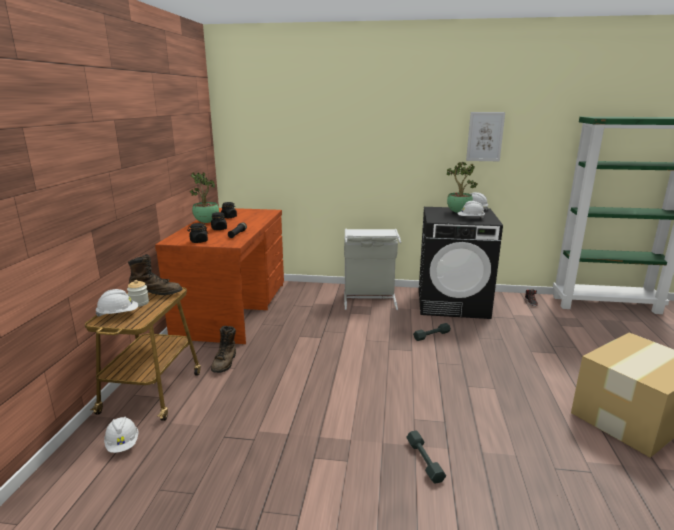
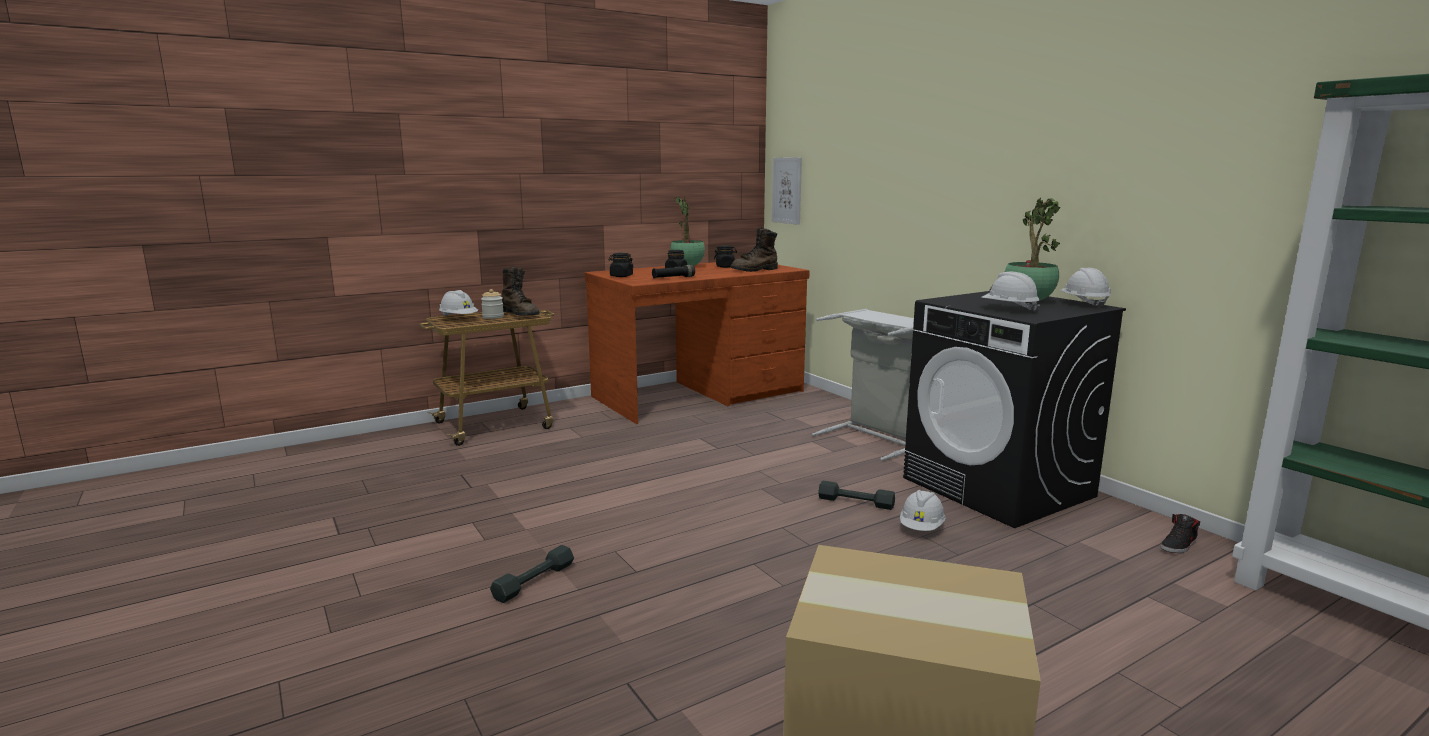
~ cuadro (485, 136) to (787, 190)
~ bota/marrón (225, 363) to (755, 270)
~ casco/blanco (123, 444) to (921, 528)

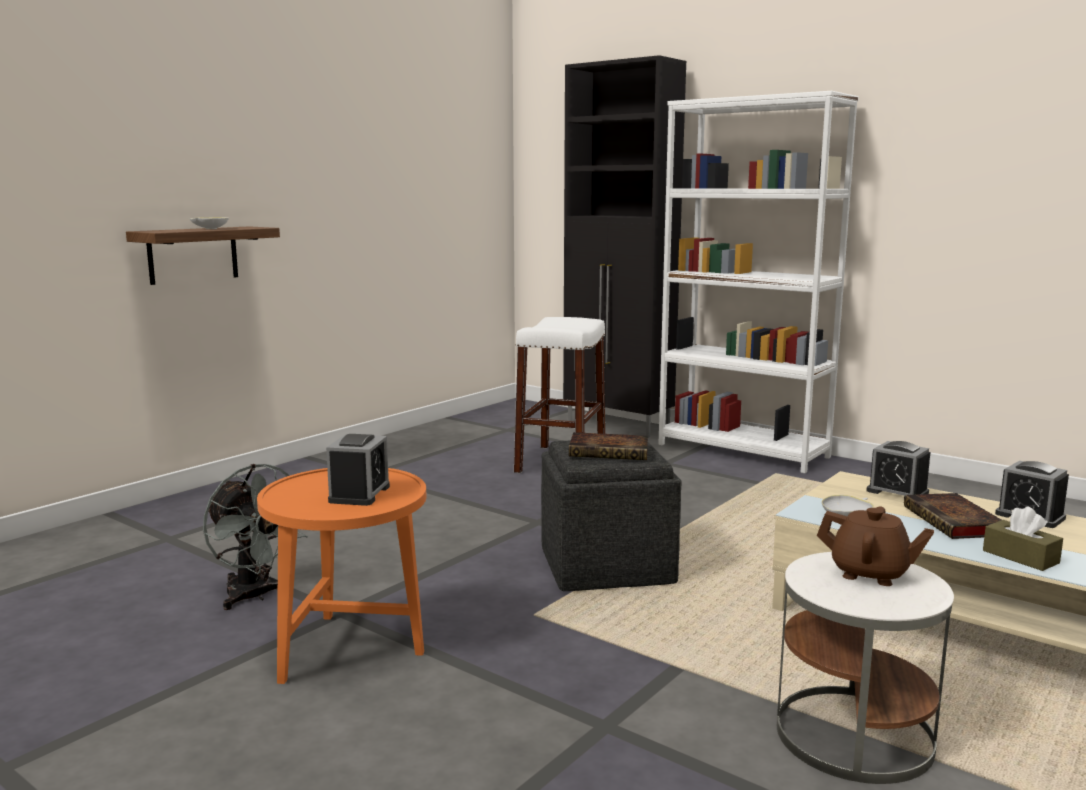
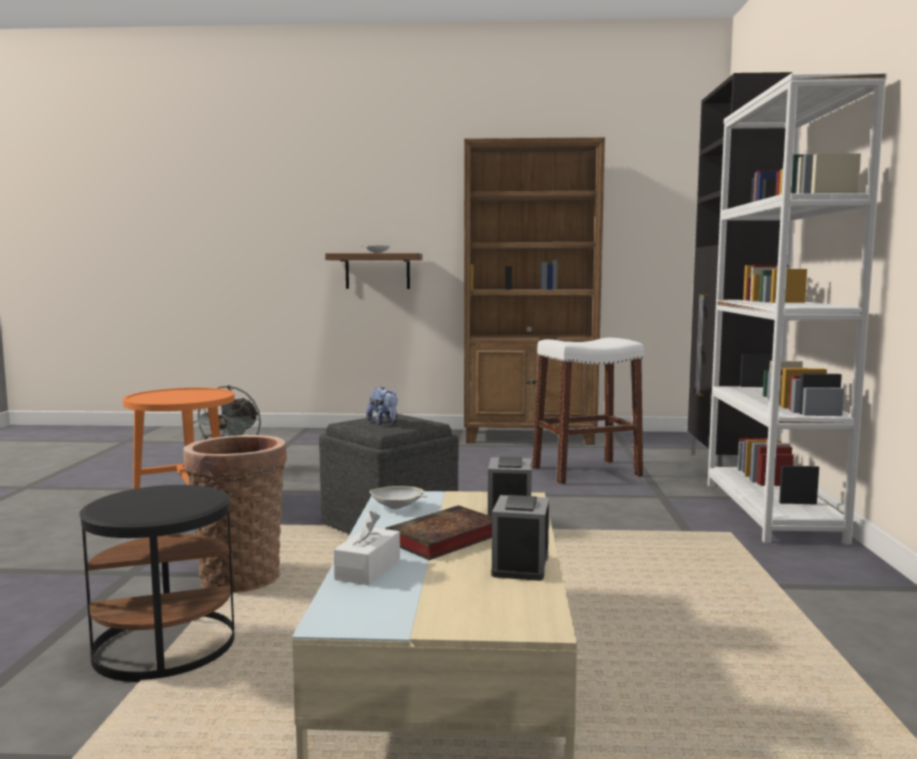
~ libro (611, 452) to peluche (384, 423)
- despertador (359, 494)
- tetera/marrón (870, 574)
~ caja de pañuelos/marrón (1020, 557) to caja de pañuelos/blanco (368, 569)
~ mesa auxiliar/blanco (853, 736) to mesa auxiliar/negro (164, 646)
+ estantería/marrón (530, 437)
+ cesta (240, 576)

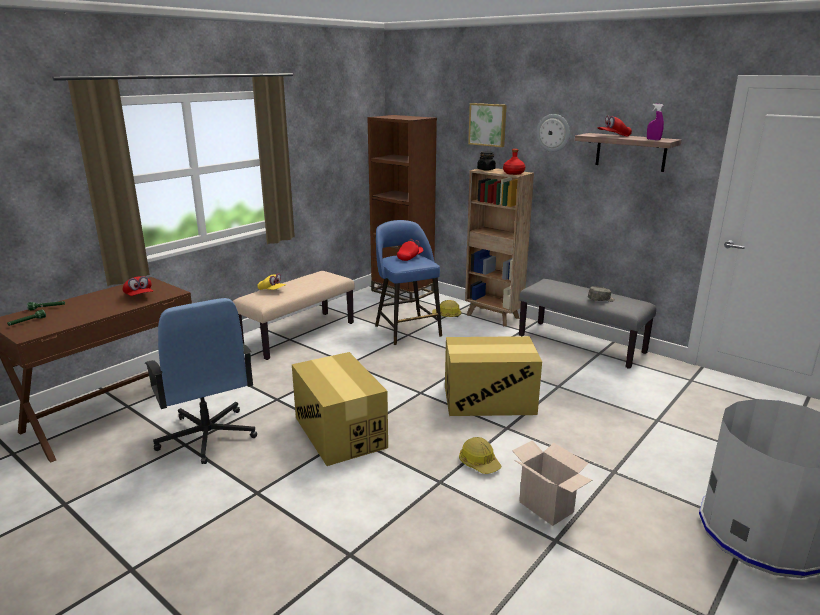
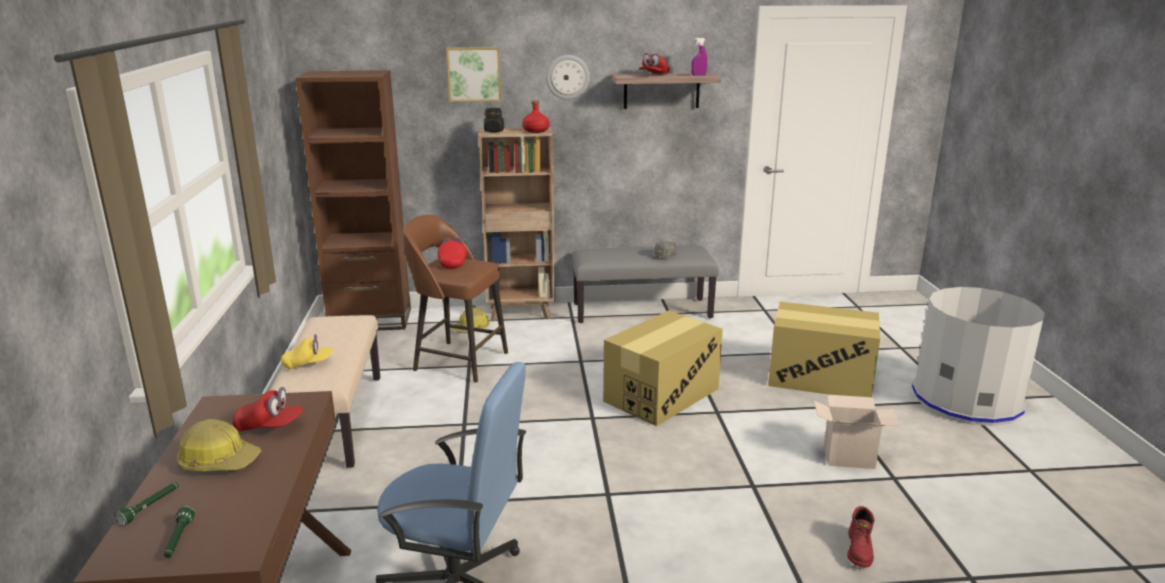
~ taburete/azul (407, 330) to taburete/marrón (458, 361)
~ caja de cartón (340, 432) to (819, 378)
~ casco (479, 463) to (219, 461)
+ bota/rojo (860, 550)

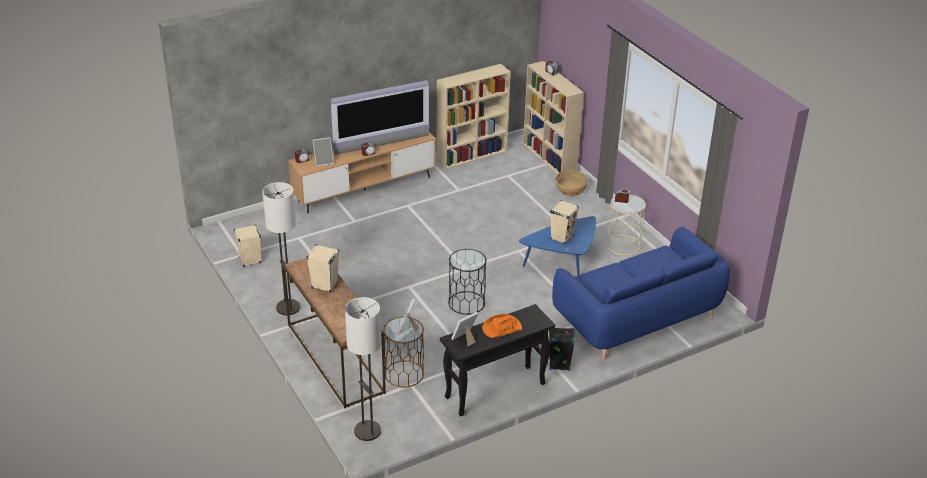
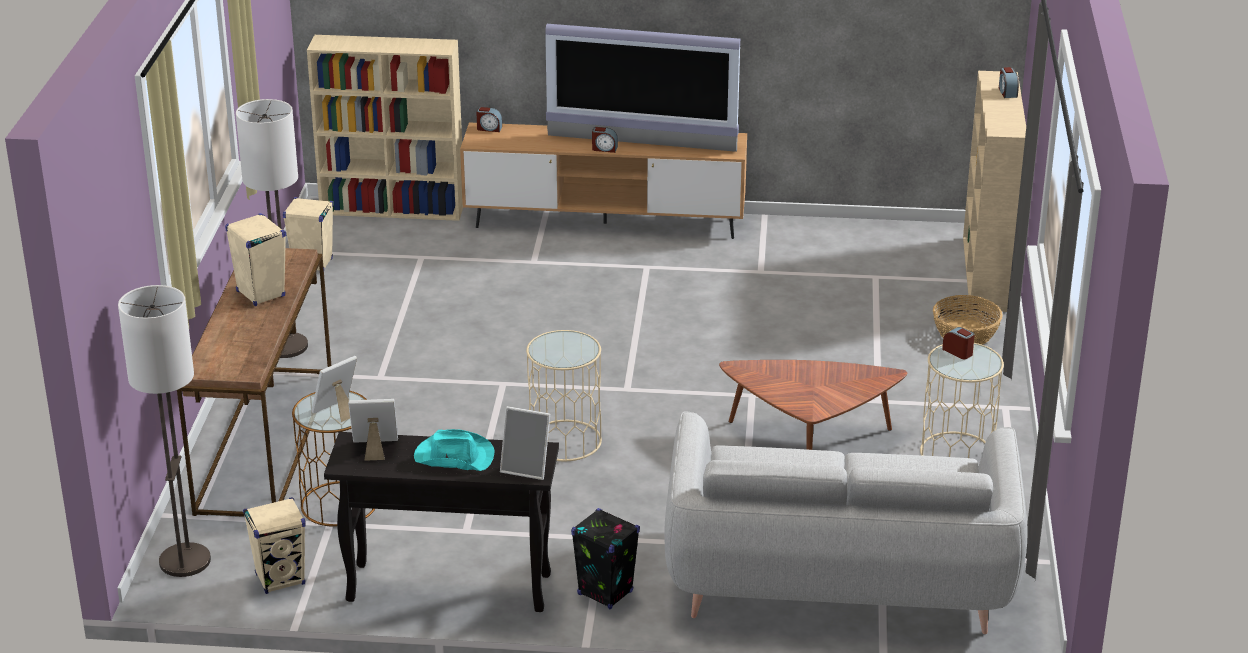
~ estantería/beis (472, 155) to (394, 209)
~ portarretratos (323, 162) to (527, 468)
~ altavoz/beis (561, 237) to (280, 579)
~ mesa de centro/azul (563, 262) to mesa de centro/marrón (809, 440)
~ sofá/azul (637, 317) to sofá/gris (839, 576)
~ mesa auxiliar/negro (466, 303) to mesa auxiliar/beis (564, 441)
~ sombrero/naranja (501, 328) to sombrero/turquesa (453, 456)

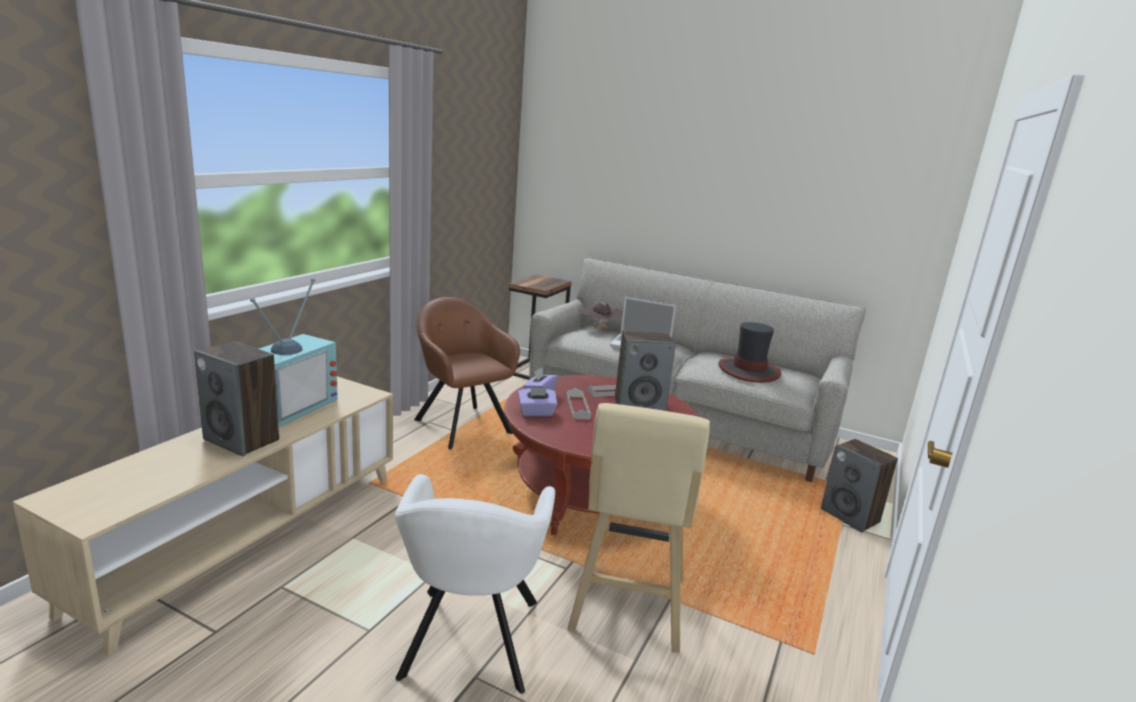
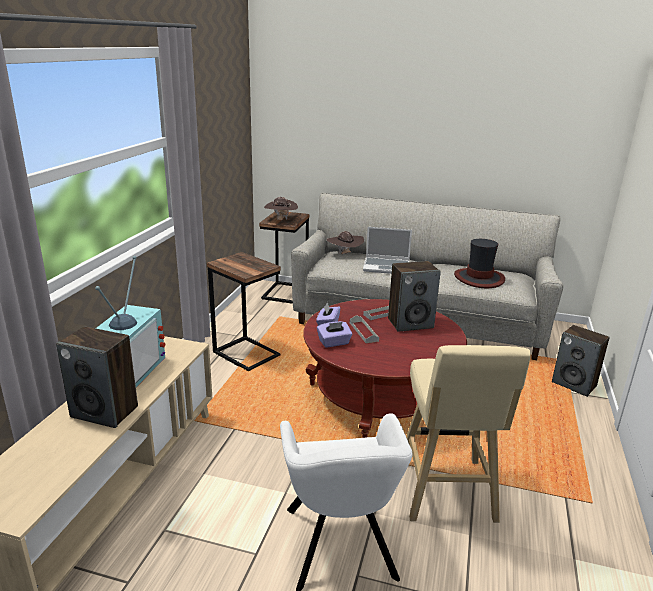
~ sillón/marrón (461, 425) to mesa auxiliar (247, 353)
+ sombrero/marrón (280, 220)

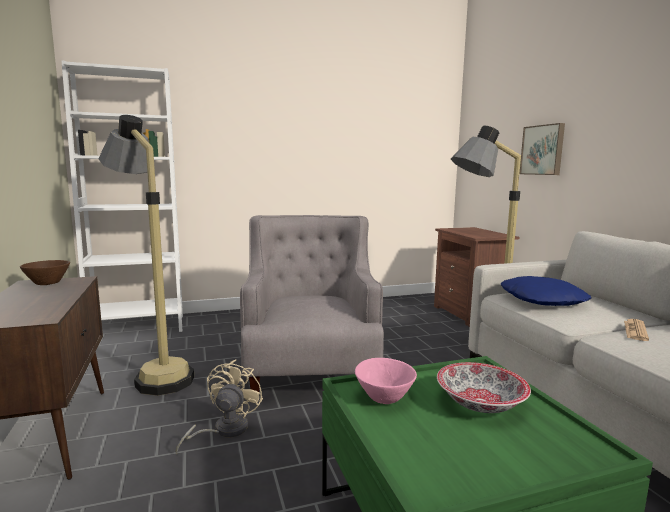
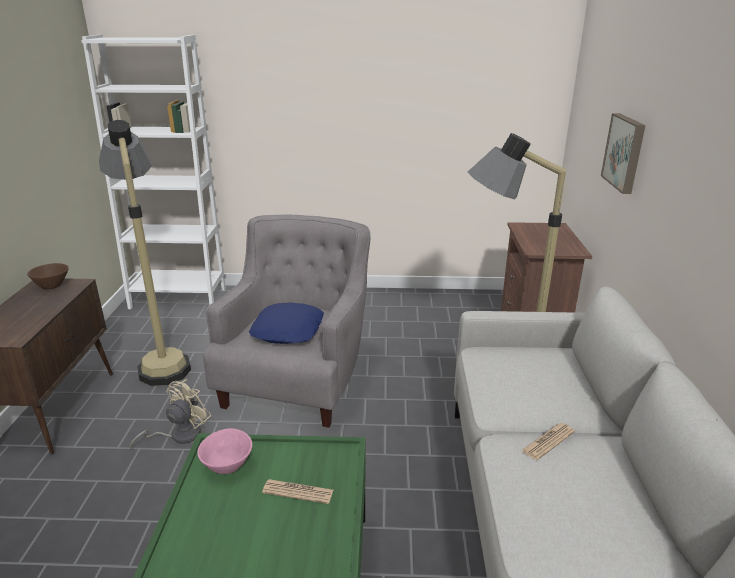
~ cojín/azul (543, 299) to (288, 330)
~ cuenco (480, 403) to periódico (298, 492)

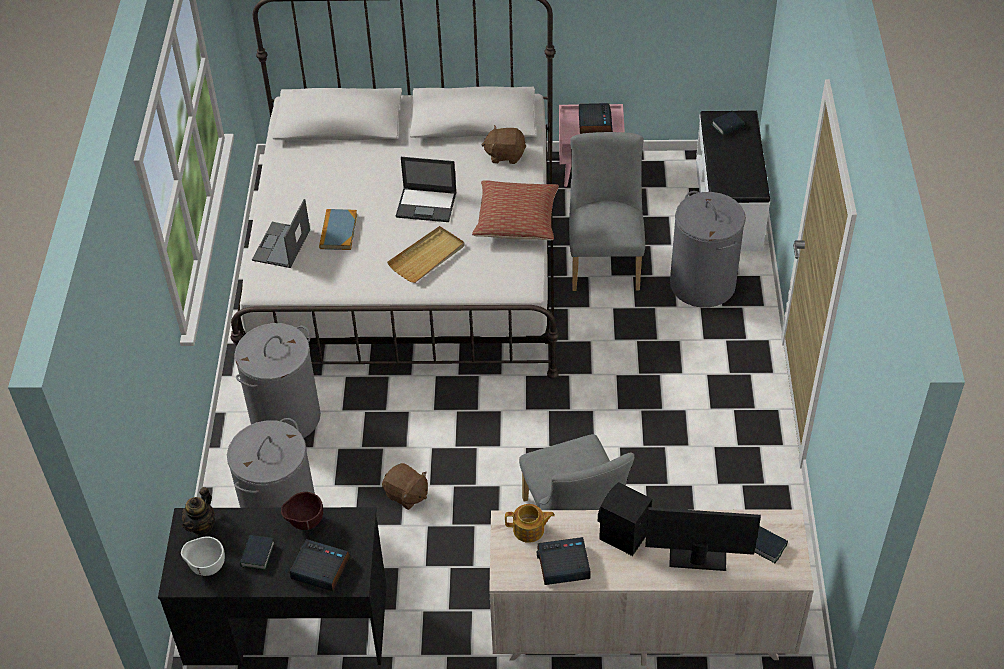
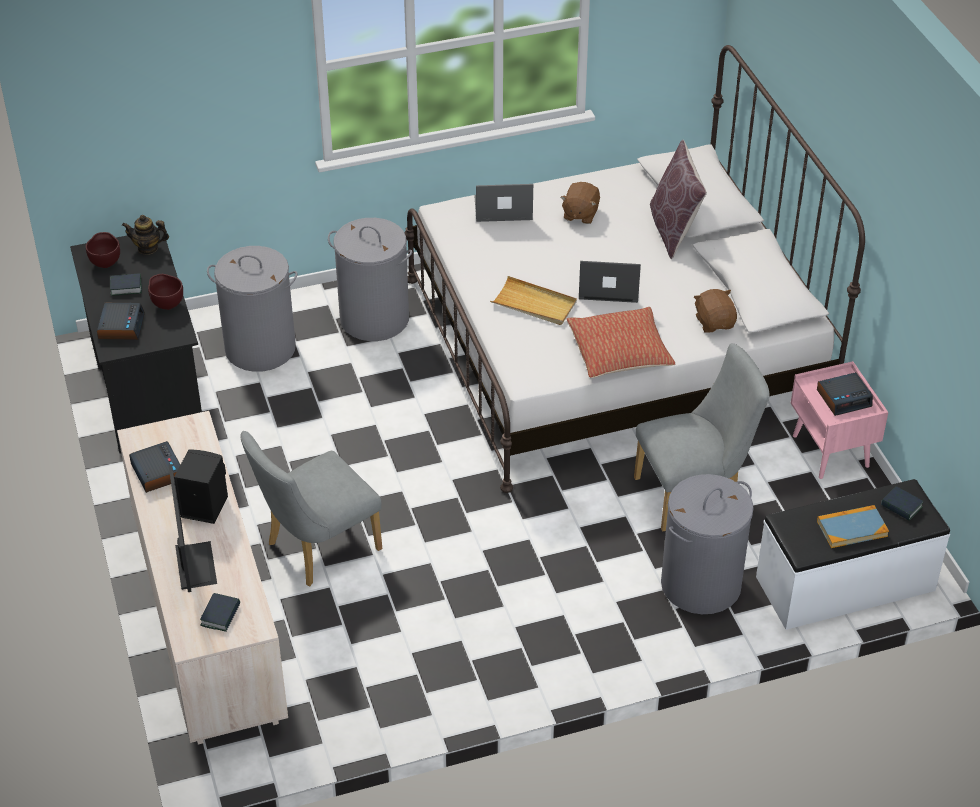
~ portátil (427, 205) = (608, 286) 105 degrees clockwise
~ libro (338, 231) to (852, 528)
~ peluche/marrón (406, 495) to (580, 214)
- tetera (529, 530)
~ cuenco/blanco (206, 567) to cuenco/marrón (106, 263)
+ cojín/marrón (674, 230)

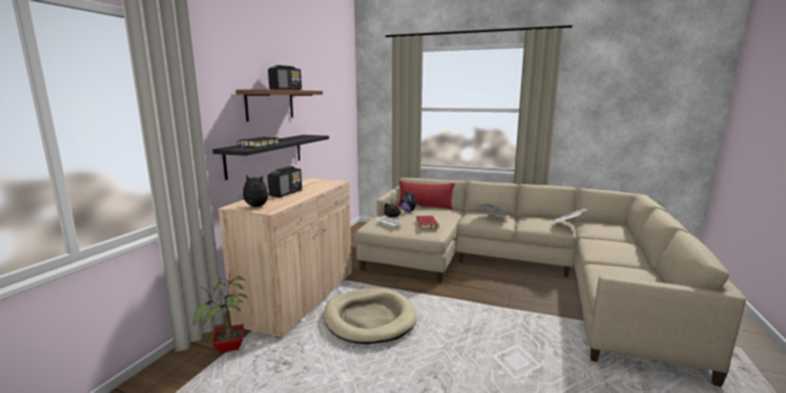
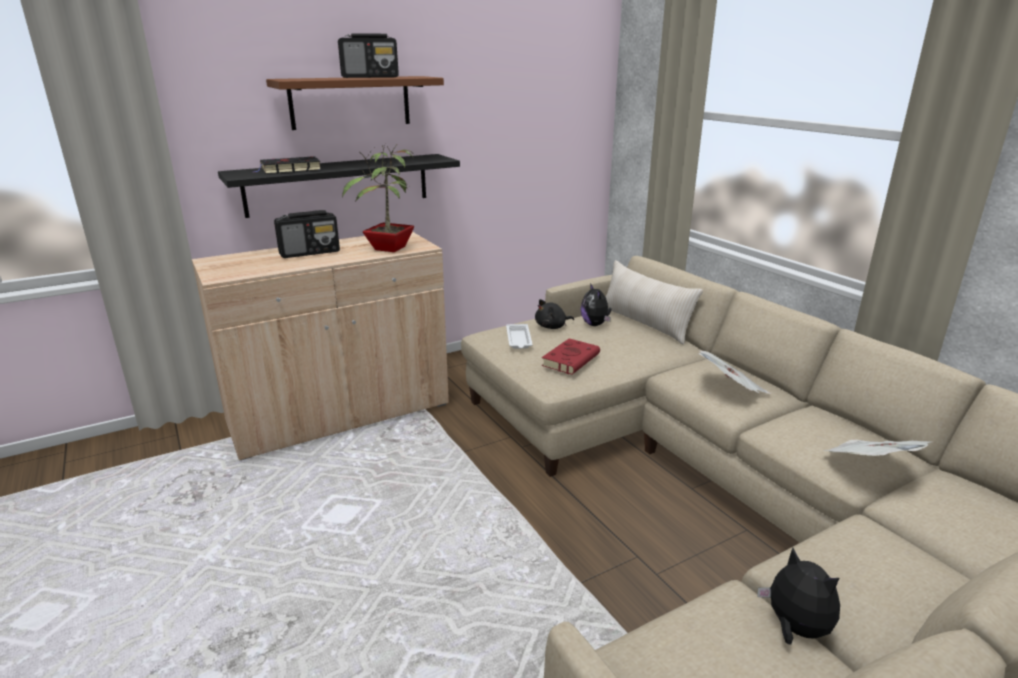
~ peluche (255, 207) to (794, 629)
~ cojín/rojo (425, 207) to cojín/beis (644, 324)
~ planta en maceta (230, 348) to (389, 249)
- cama para perro/beis (369, 319)

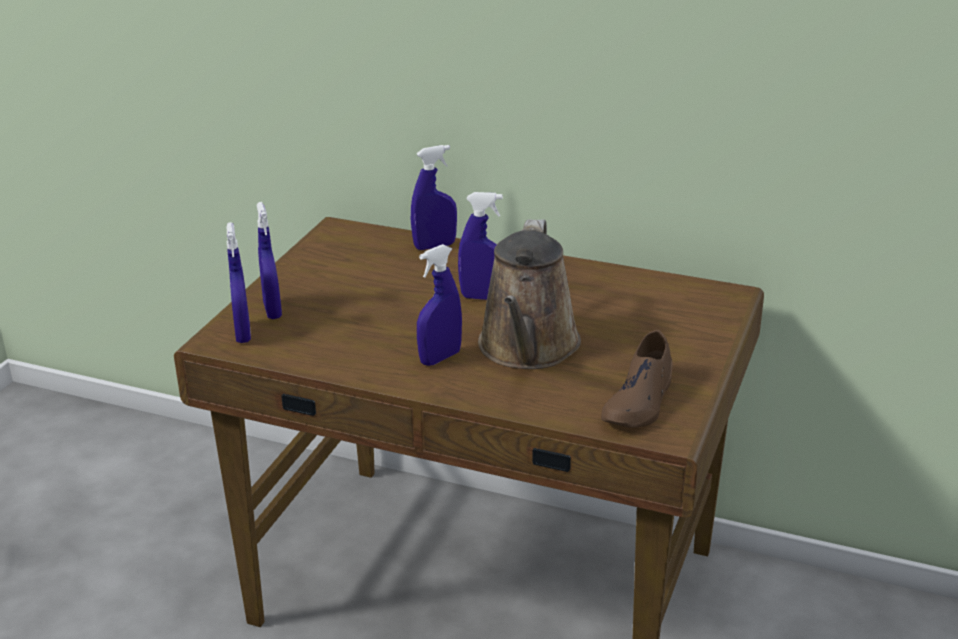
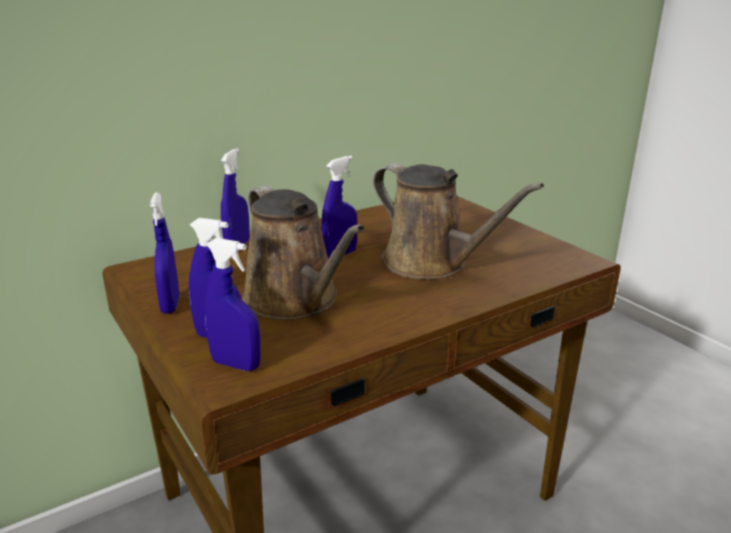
~ pulverizador/azul (440, 358) to (170, 305)
- zapato/marrón (639, 401)
+ regadera/marrón (295, 301)

